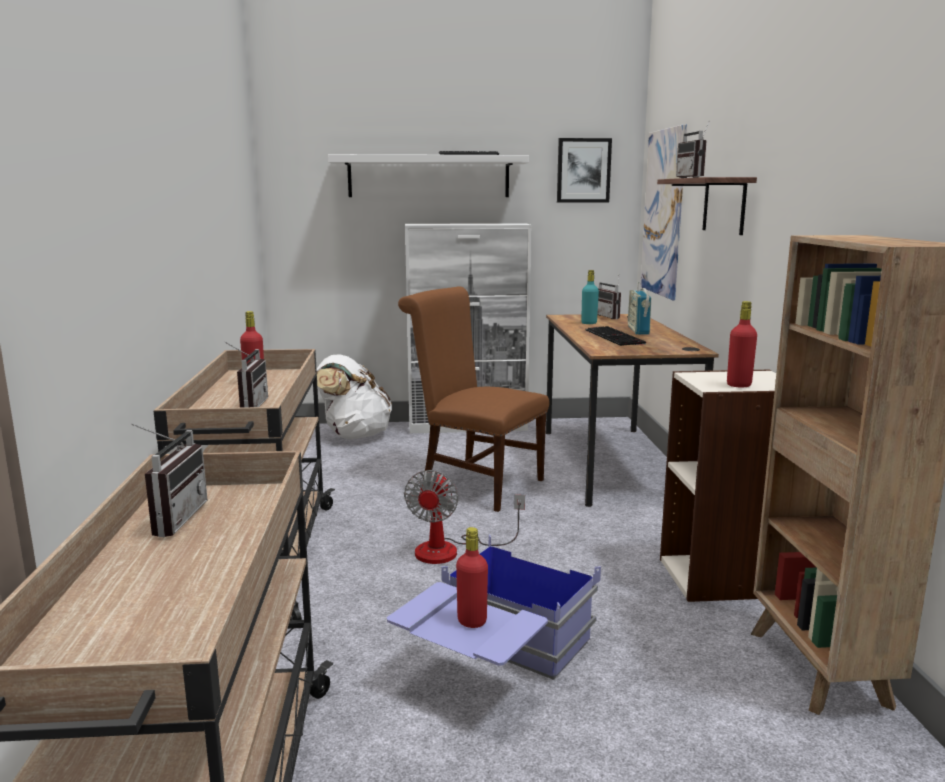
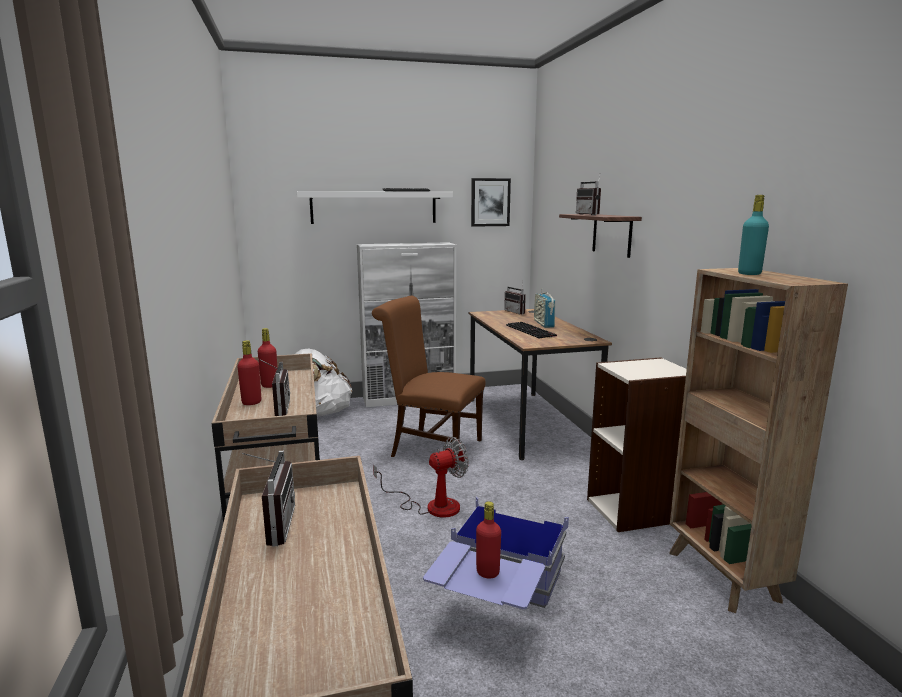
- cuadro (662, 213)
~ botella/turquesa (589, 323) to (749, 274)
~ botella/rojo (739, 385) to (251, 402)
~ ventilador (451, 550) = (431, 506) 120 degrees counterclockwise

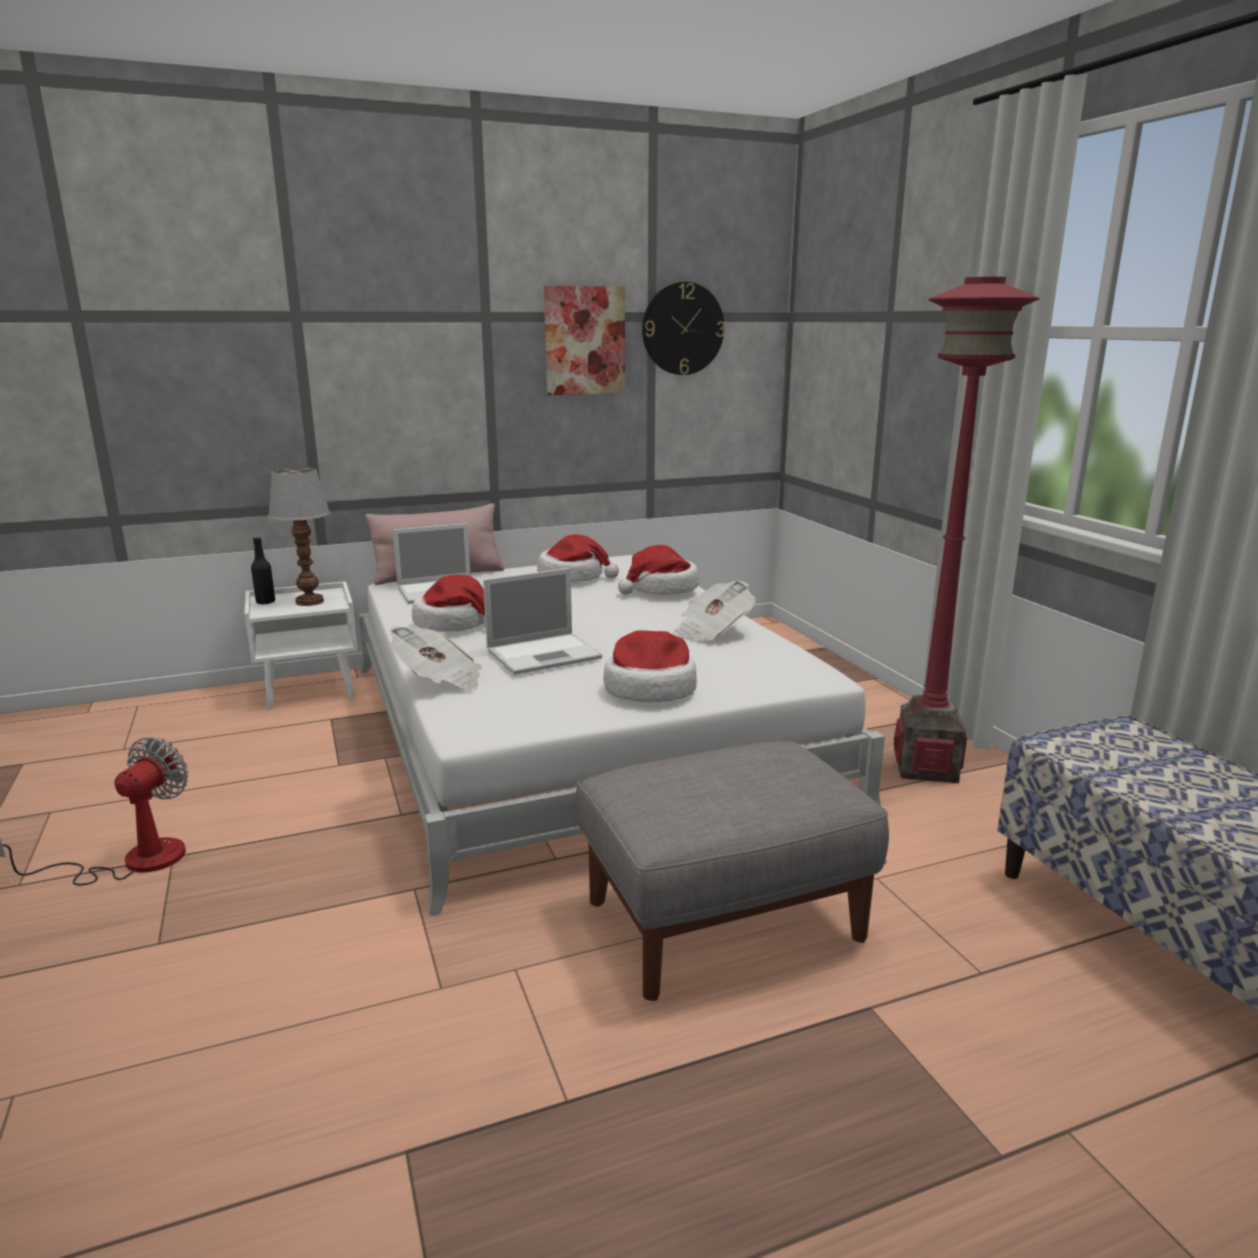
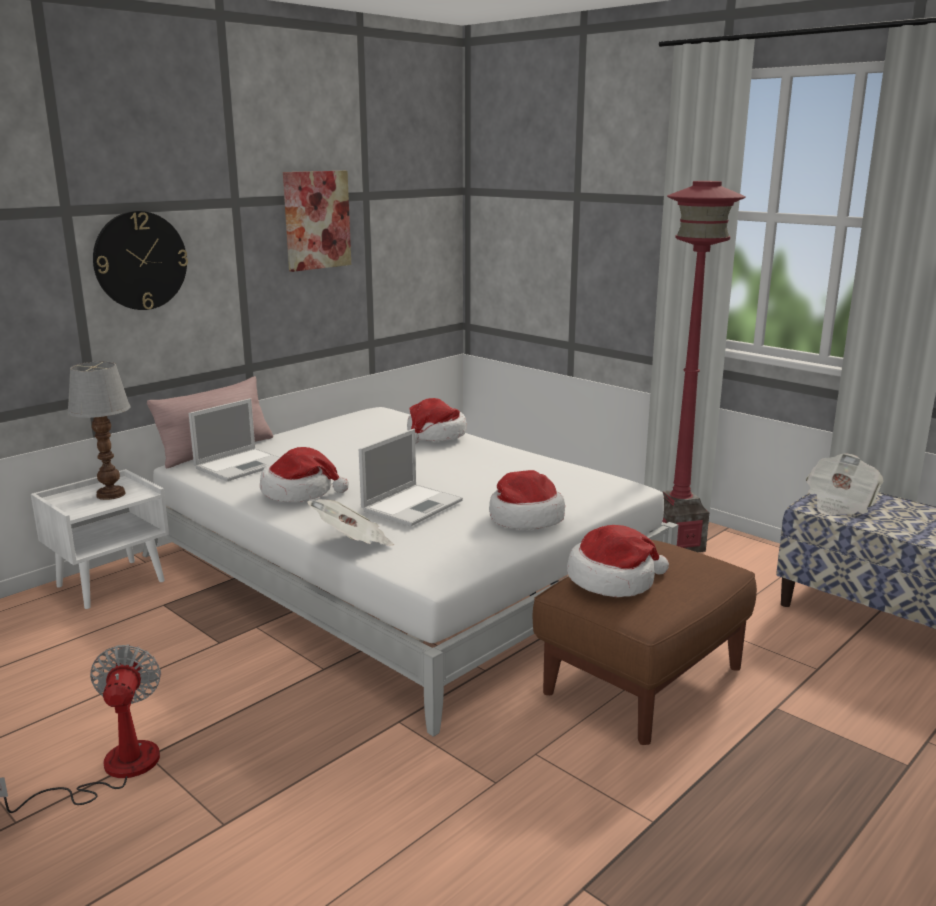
~ reloj de pared (682, 329) to (140, 260)
~ sombrero (573, 576) to (613, 580)
- botella/negro (265, 602)
~ periódico (711, 632) to (839, 504)
~ puf/gris (725, 920) to puf/marrón (643, 680)

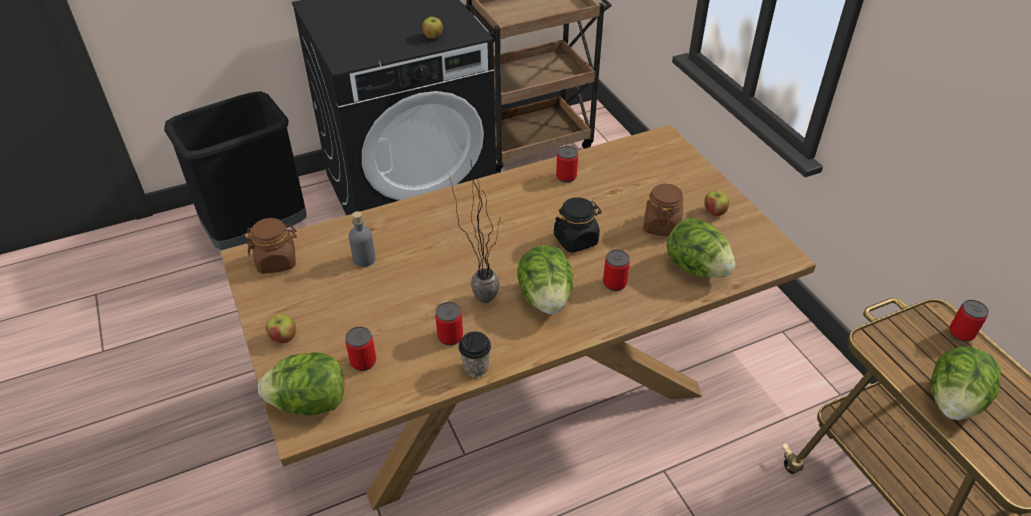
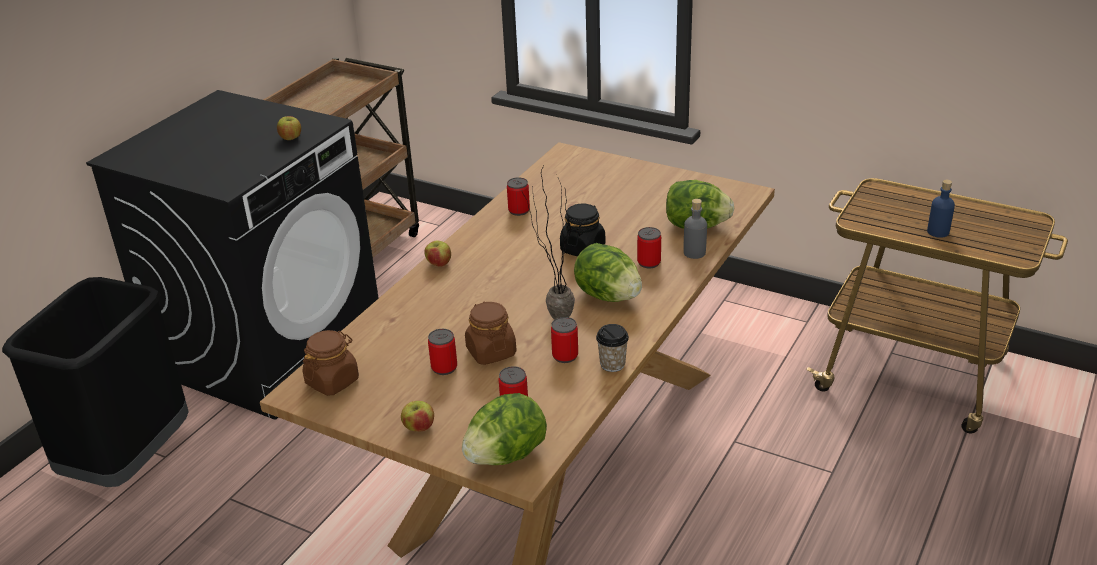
~ tarro/marrón (661, 225) to (491, 352)
~ manzana (714, 212) to (439, 264)
~ botella/gris (364, 259) to (694, 253)
~ lata (961, 333) to (444, 367)
~ lechuga (953, 401) to botella/azul (938, 232)

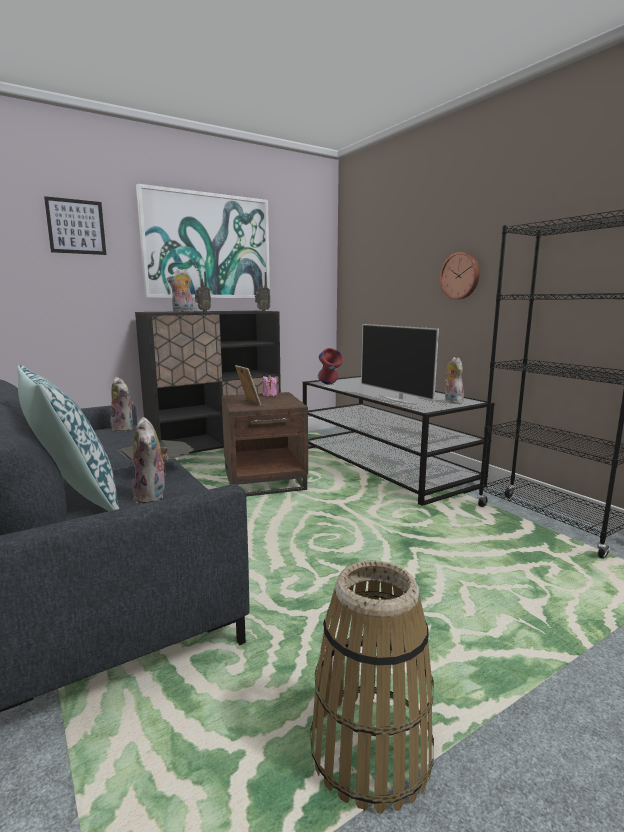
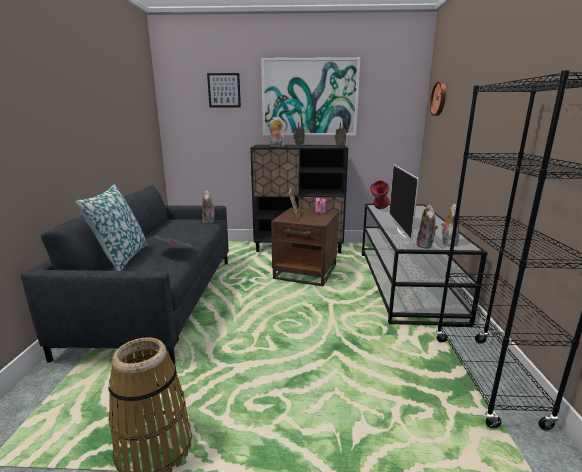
~ reloj de pared (460, 276) to (439, 99)
~ peluche (152, 496) to (426, 245)

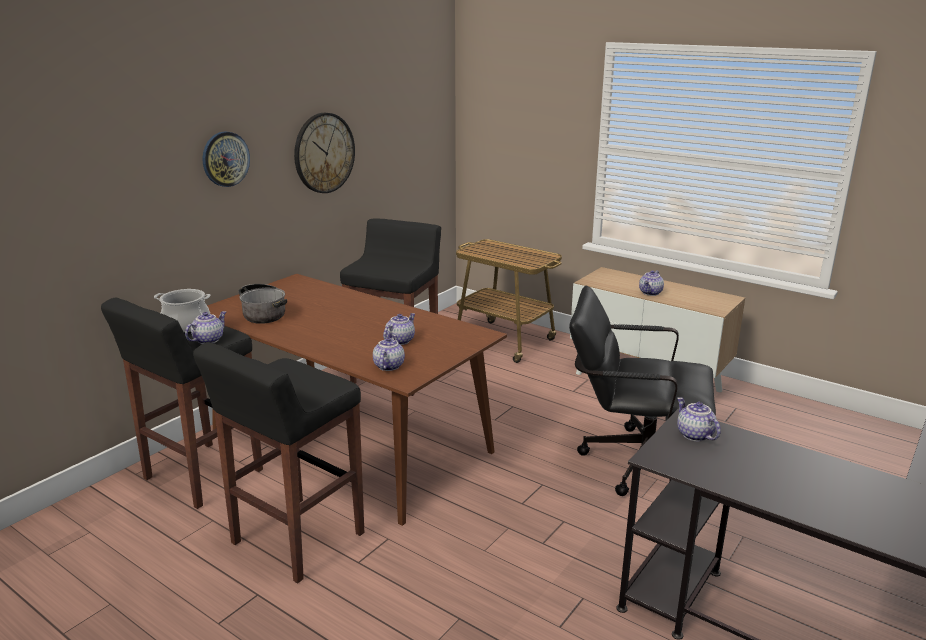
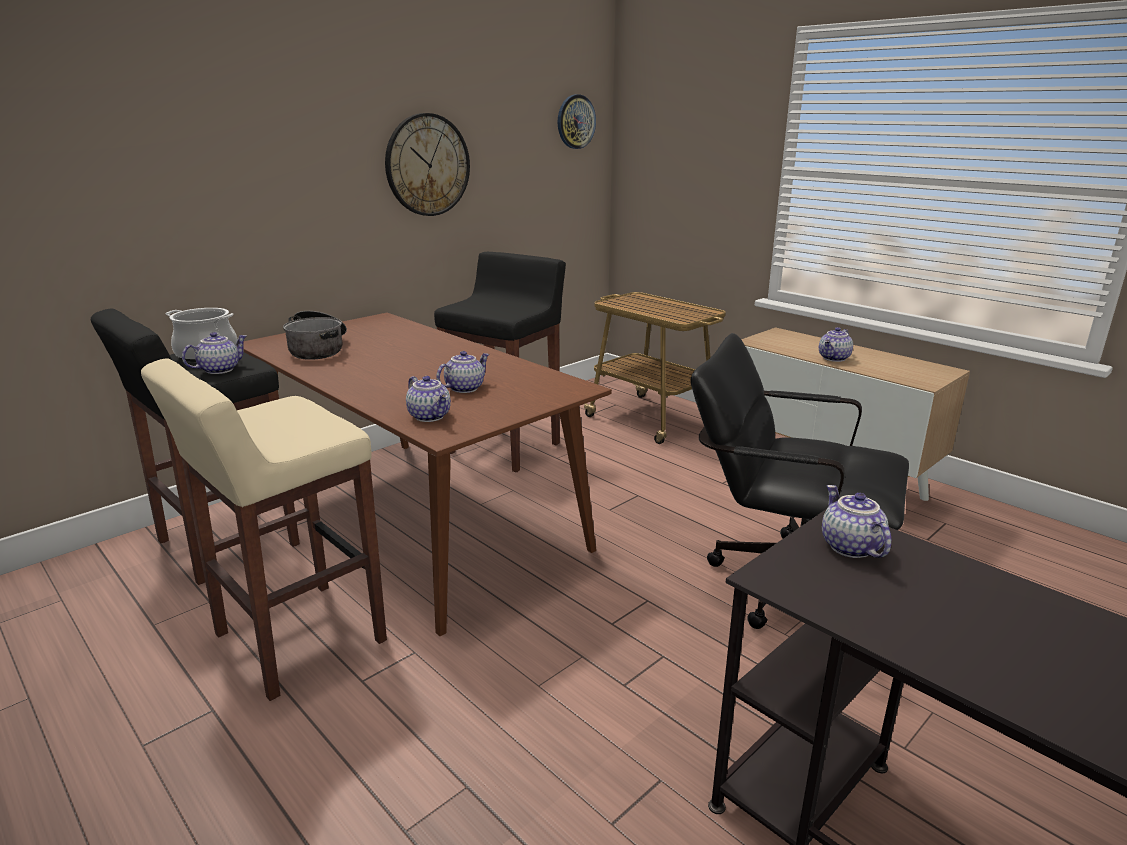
~ reloj de pared (225, 159) to (575, 122)
~ tetera (388, 366) = (430, 416) 120 degrees clockwise
~ taburete/negro (296, 539) to taburete/beis (297, 639)

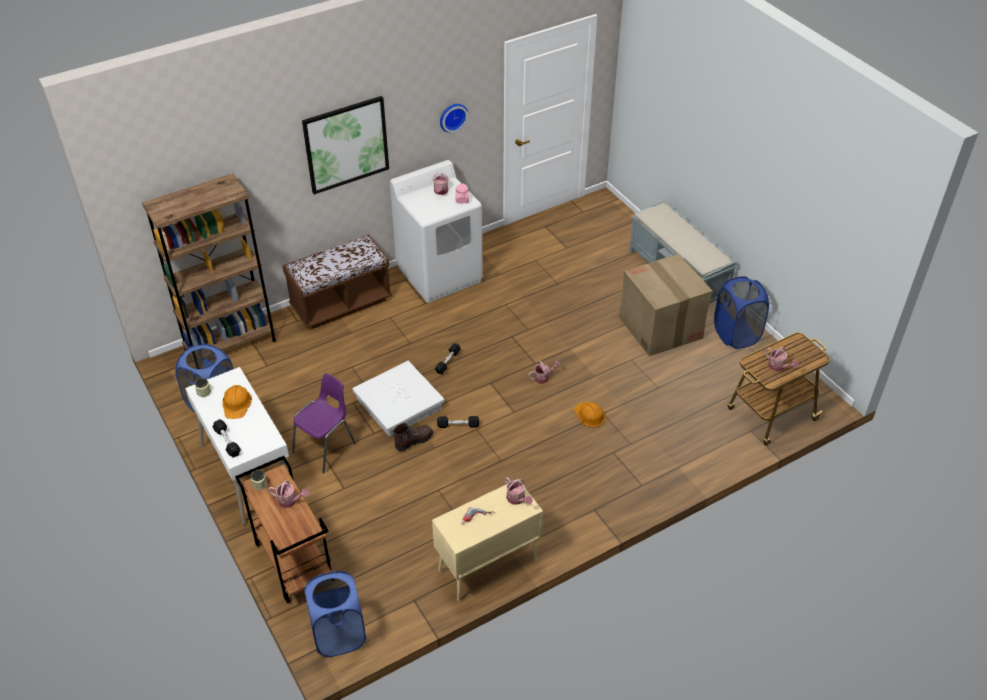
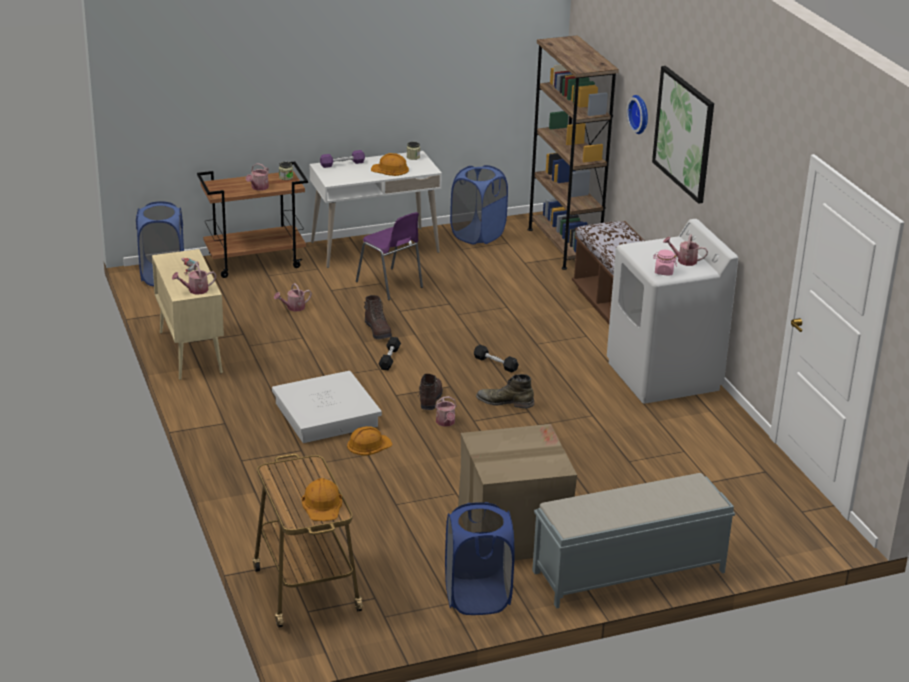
~ reloj de pared (452, 116) to (640, 114)
~ regadera (778, 367) to (293, 308)
~ caja de almacenaje/blanco (398, 403) to (327, 414)
~ mancuerna/negro (227, 442) to mancuerna/morado (342, 164)
+ bota/marrón (430, 400)
+ bota/verde (505, 402)
+ casco/naranja (322, 504)

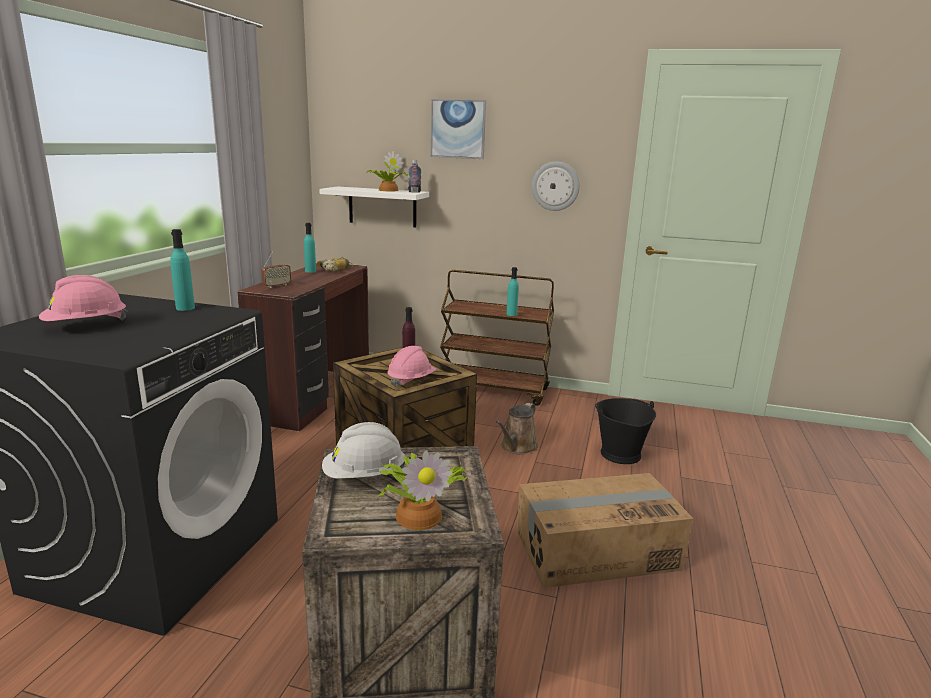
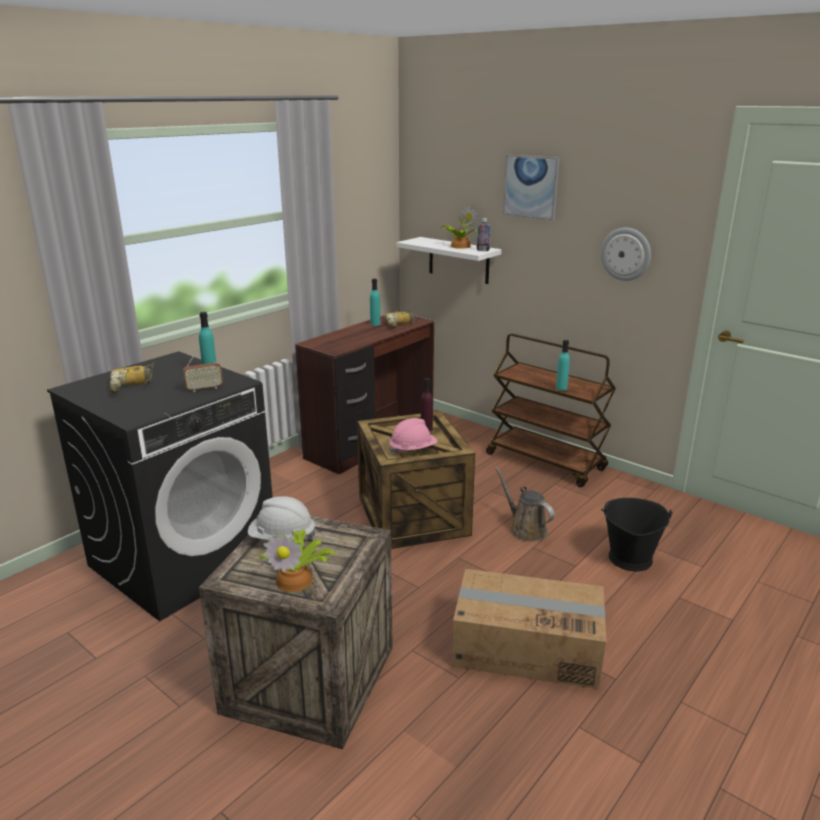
~ radio (277, 286) to (204, 389)
~ casco/rosa (86, 326) to taladro (133, 384)
~ regadera/marrón (517, 447) = (525, 529) 90 degrees clockwise

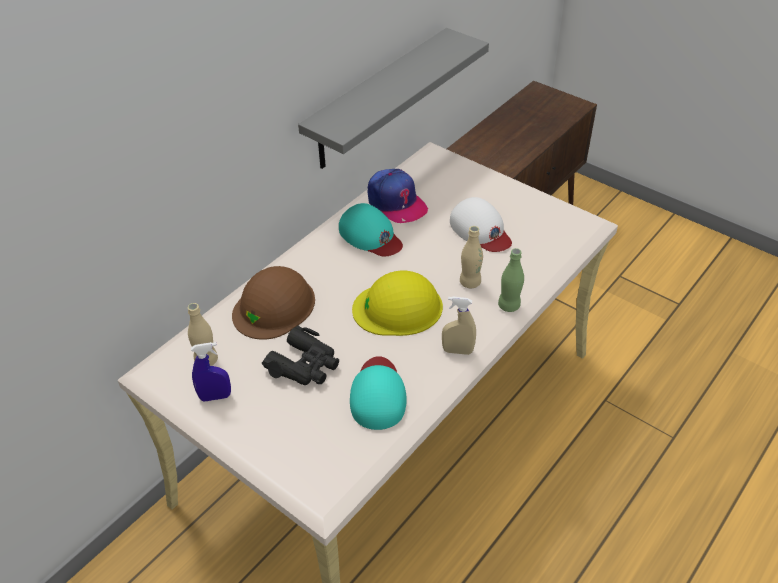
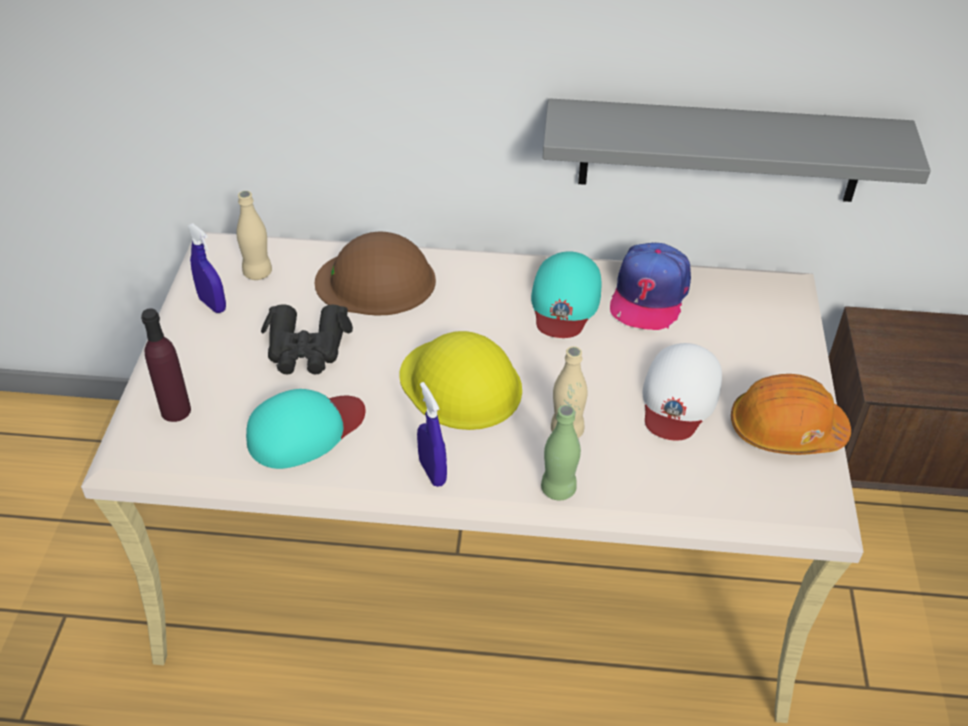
~ pulverizador/beis (457, 351) to pulverizador/azul (432, 472)
+ botella/morado (176, 410)
+ casco/naranja (785, 430)

